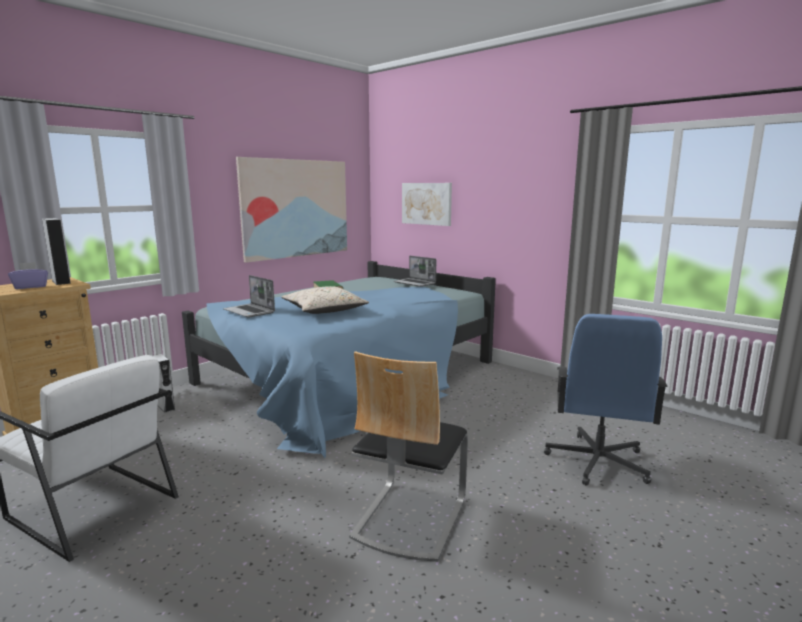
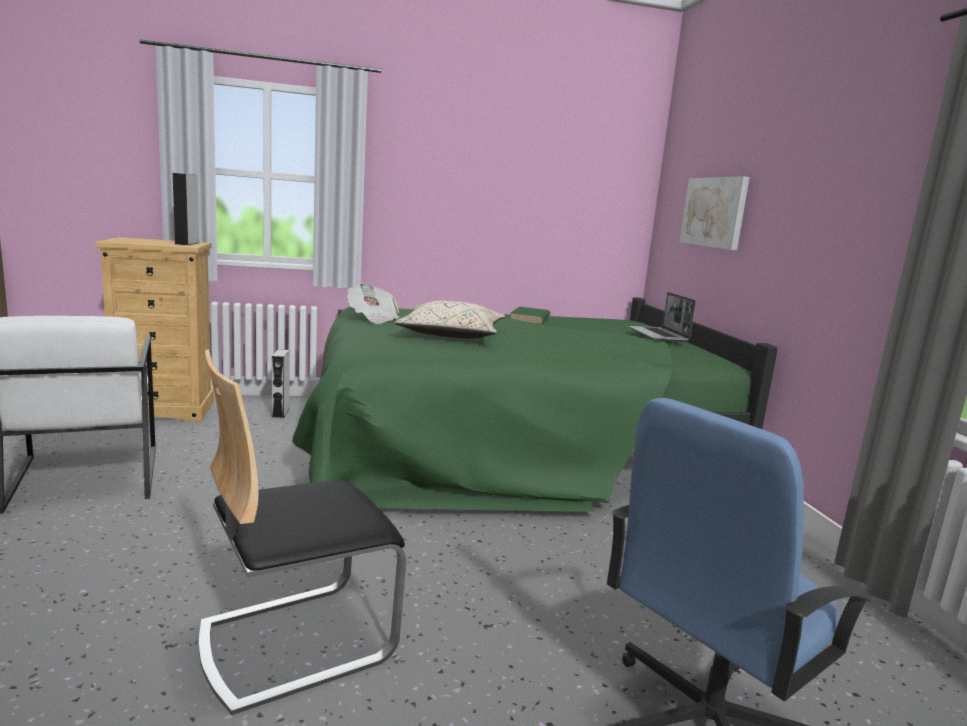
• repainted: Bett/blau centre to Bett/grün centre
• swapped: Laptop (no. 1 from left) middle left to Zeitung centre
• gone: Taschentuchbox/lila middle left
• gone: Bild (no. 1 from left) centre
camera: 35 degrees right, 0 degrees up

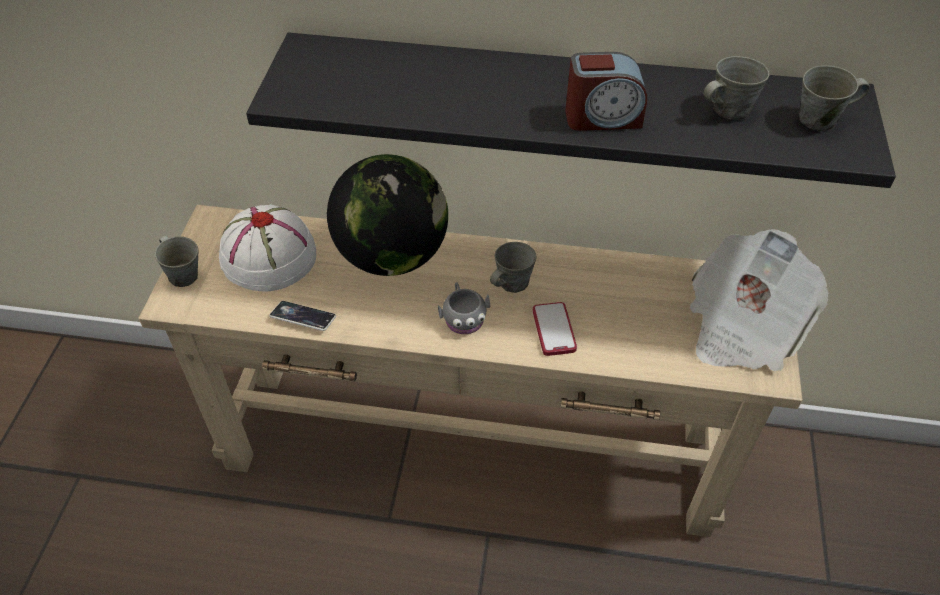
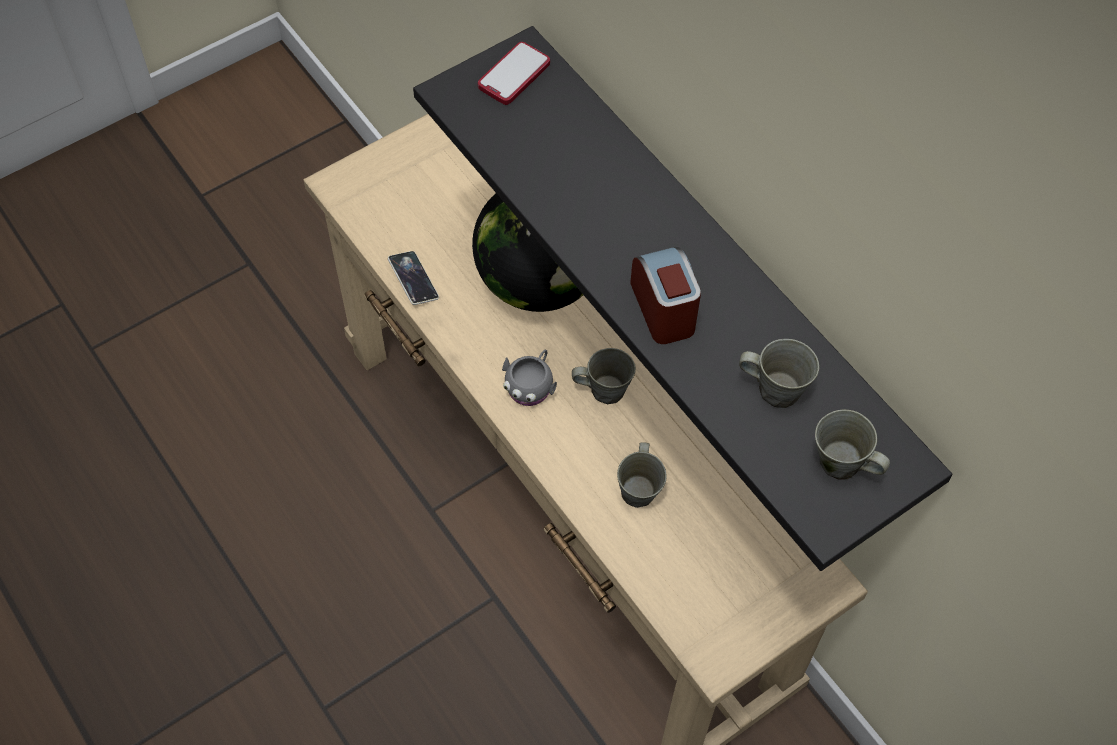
• shifted: Handy (no. 2 from left) centre to top centre
• shifted: Henkelbecher/grau (no. 1 from left in the first image) middle left to Henkelbecher/grau (no. 3 from left) centre
• rotated: Wecker top centre = centre 150 degrees counterclockwise
• gone: Hut/weiß middle left
• gone: Zeitung middle right
camera: 45 degrees right, 10 degrees up

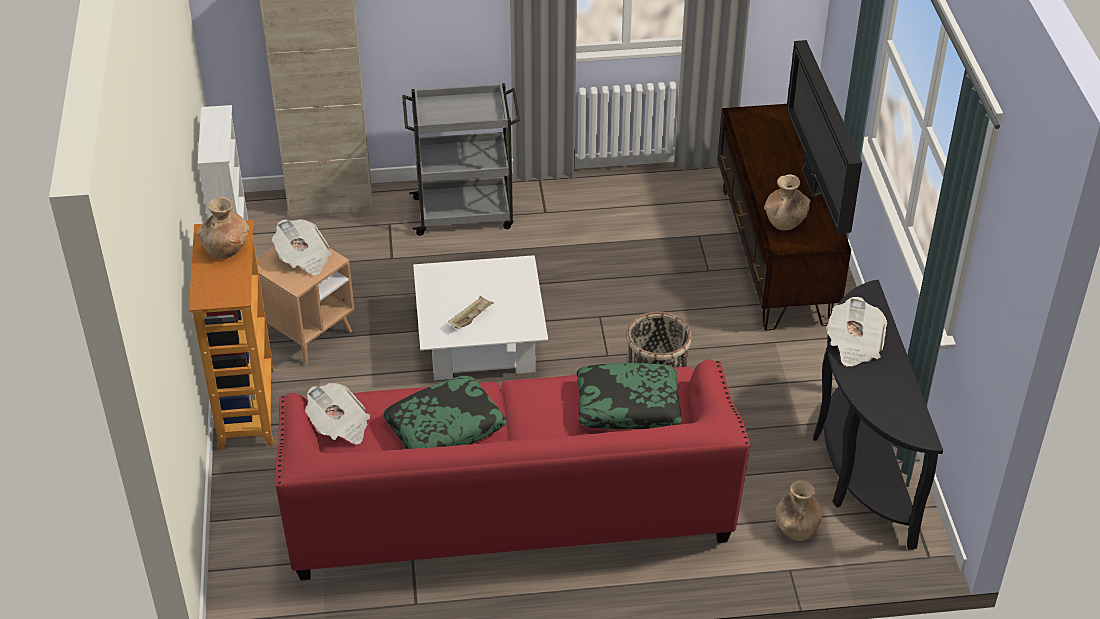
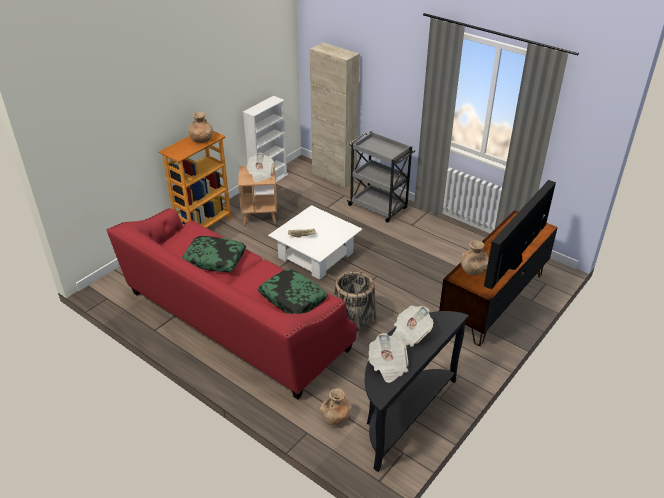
• shifted: Zeitung (no. 2 from left) bottom left to bottom centre
camera: 45 degrees right, 5 degrees down

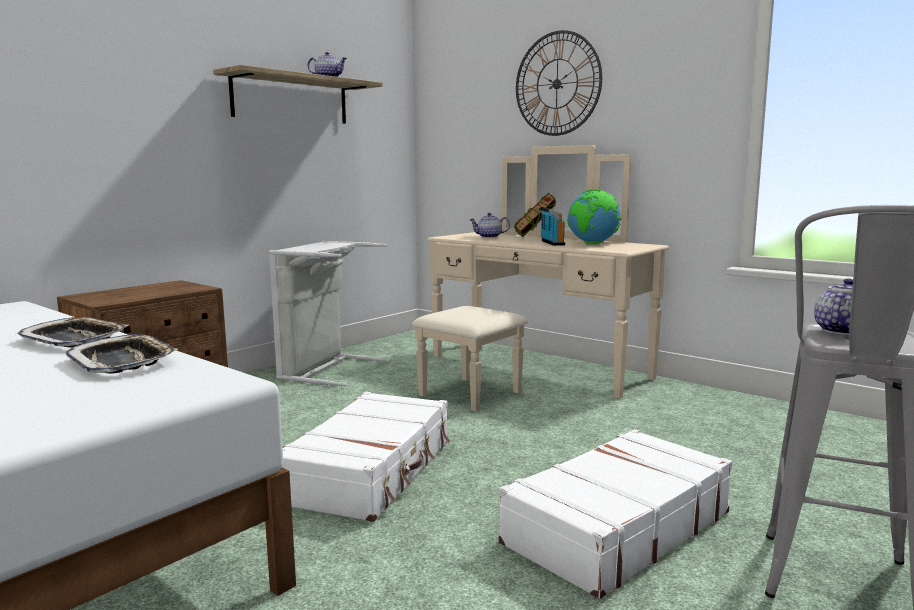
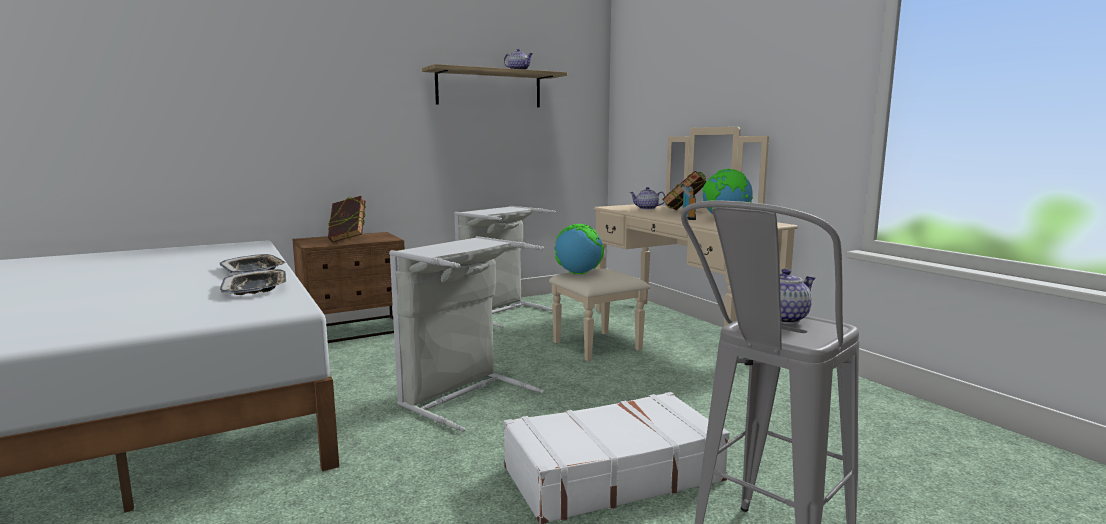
• new: Buch (no. 1 from left) middle left
• swapped: Koffer/weiß (no. 1 from left) bottom centre to Wäschekorb/grau (no. 1 from left) centre
• new: Globus (no. 1 from left) centre
• gone: Wanduhr top centre
camera: 20 degrees right, 0 degrees up

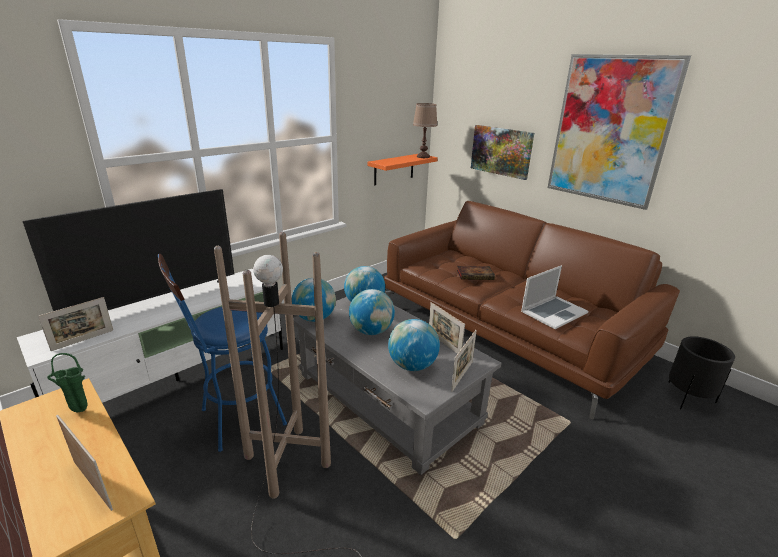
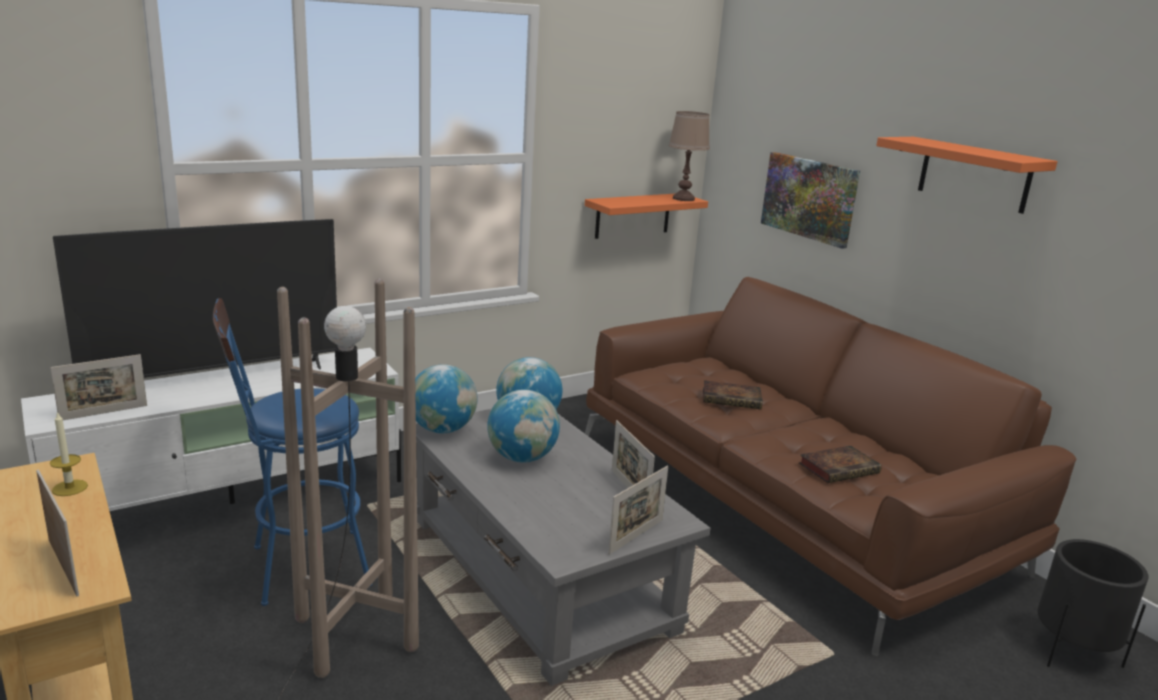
• swapped: Vase/grün bottom left to Kerze middle left
• swapped: Laptop middle right to Buch (no. 2 from left) middle right
• swapped: Bild (no. 2 from left) top right to Wandregal/orange (no. 2 from left) top right
• gone: Globus (no. 4 from left) centre
camera: 10 degrees right, 5 degrees down

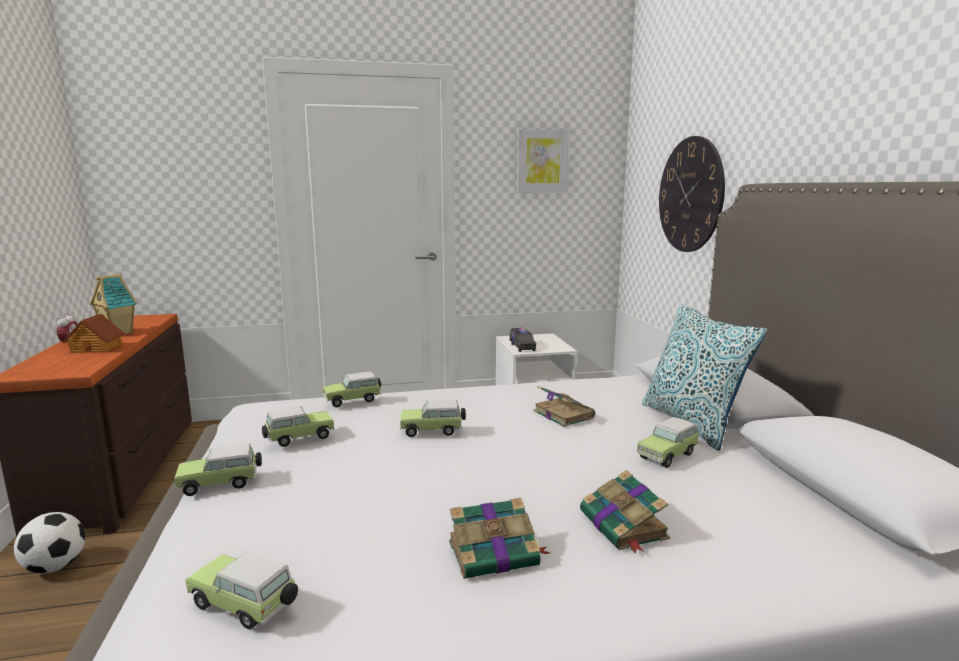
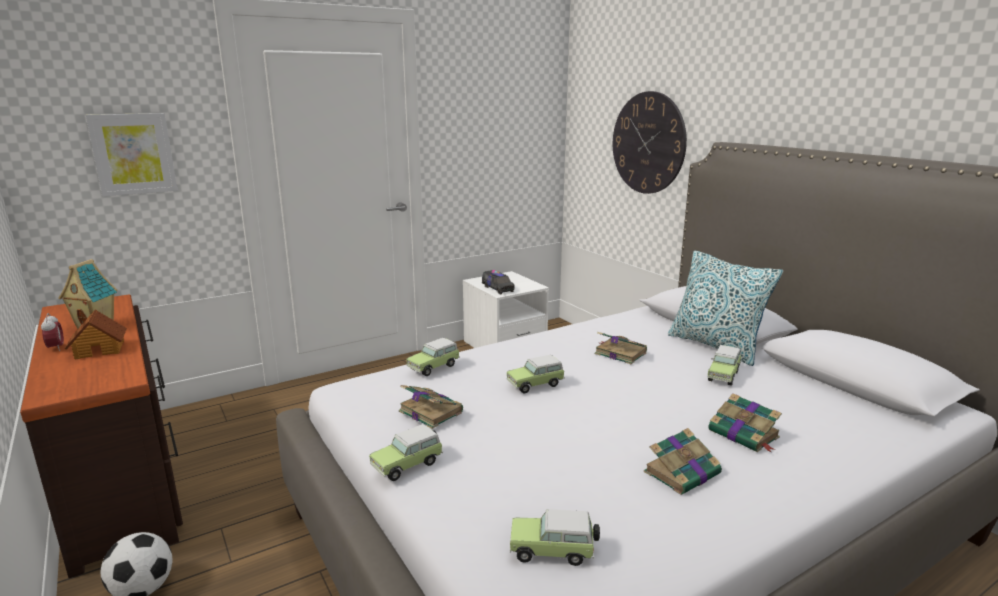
• shifted: Bild top centre to top left
• swapped: Spielzeugauto (no. 3 from left) middle left to Buch (no. 1 from left) bottom centre
camera: 20 degrees left, 5 degrees up

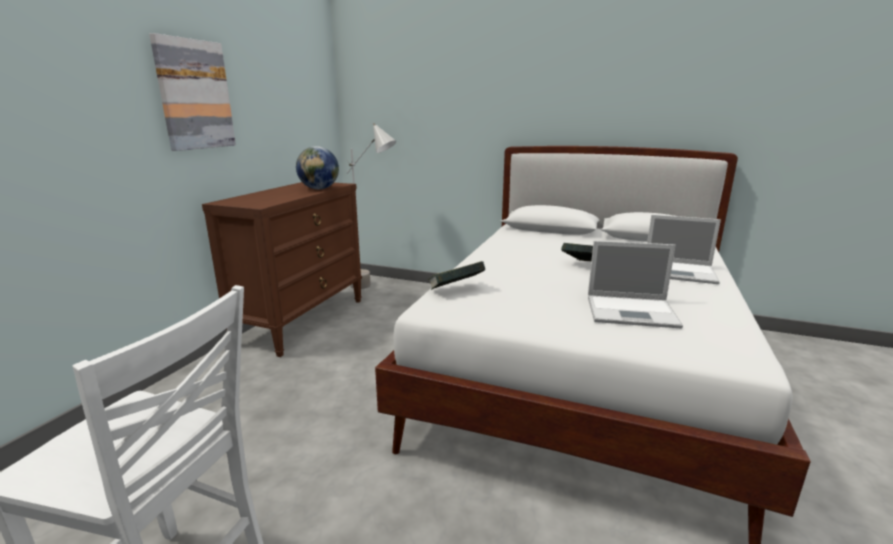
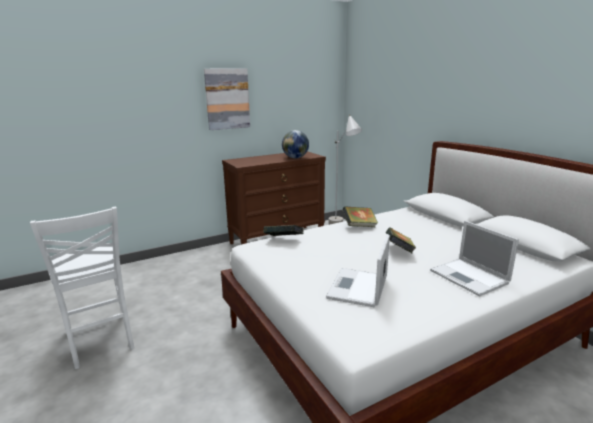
• rotated: Laptop (no. 1 from left) middle right = centre 60 degrees clockwise
• new: Buch (no. 2 from left) centre
camera: 40 degrees right, 0 degrees up

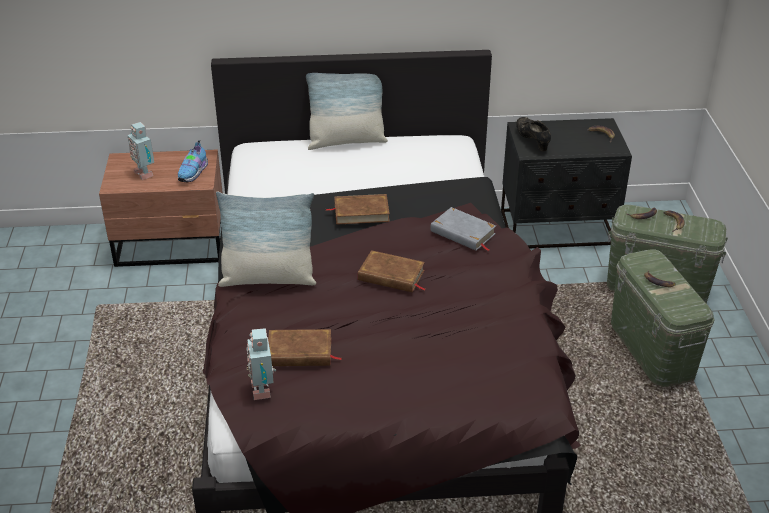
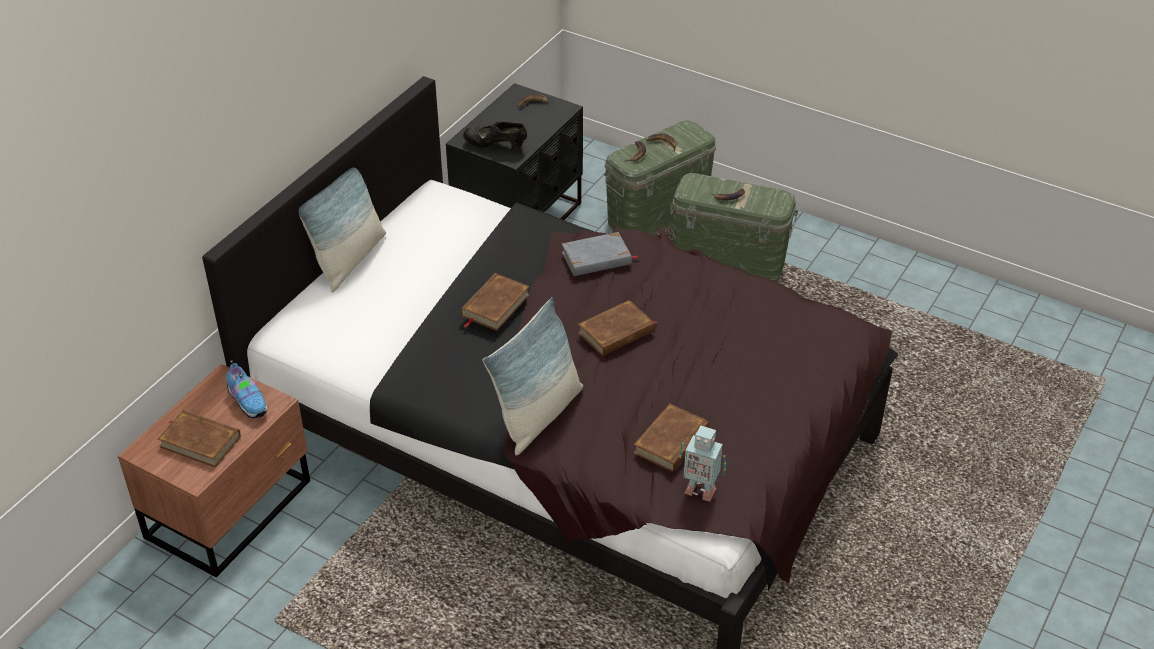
• swapped: Spielzeugroboter (no. 1 from left) top left to Buch/braun (no. 1 from left) bottom left
camera: 55 degrees left, 5 degrees up

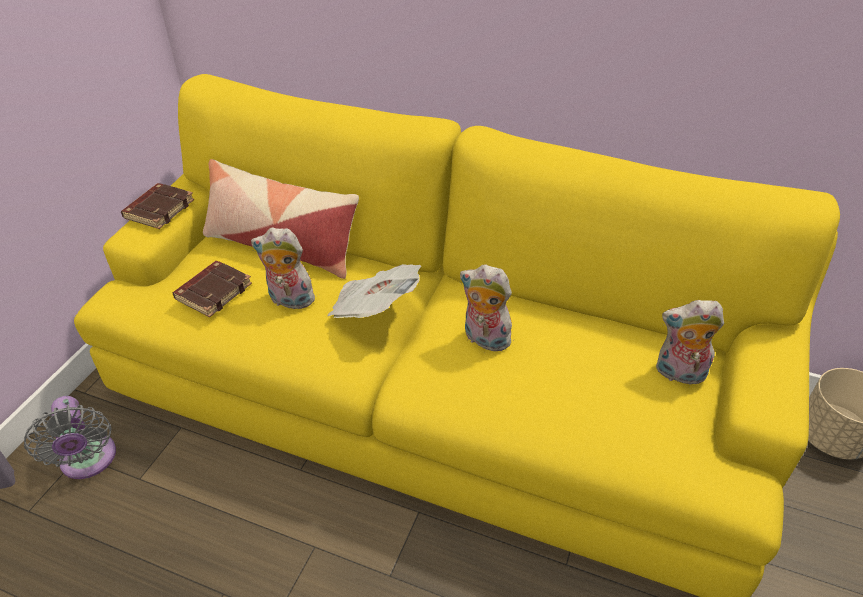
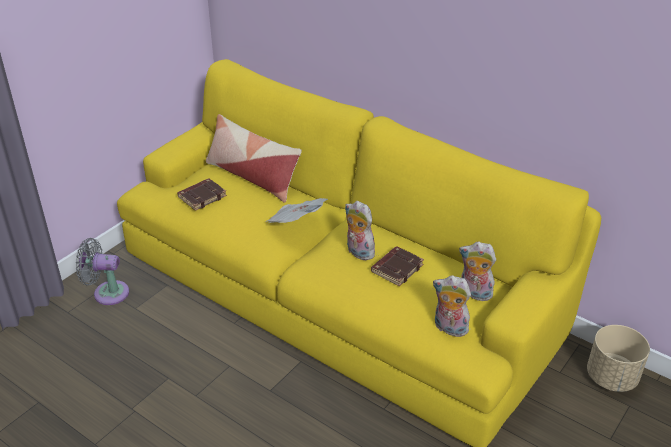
• rotated: Ventilator/grau bottom left = middle left 105 degrees clockwise
• shifted: Buch/braun (no. 1 from left in the first image) middle left to Buch/braun (no. 2 from left) centre
• shifted: Plüschtier (no. 1 from left in the first image) middle left to Plüschtier (no. 2 from left) bottom right
camera: 15 degrees right, 5 degrees down

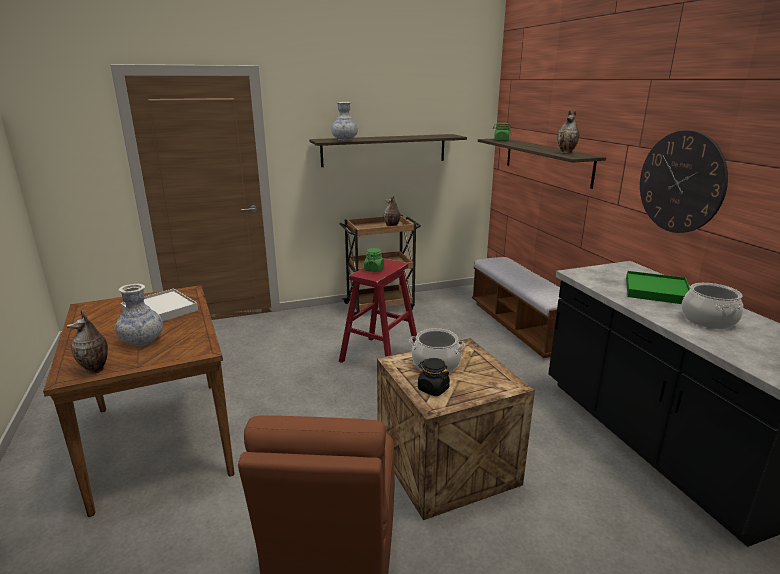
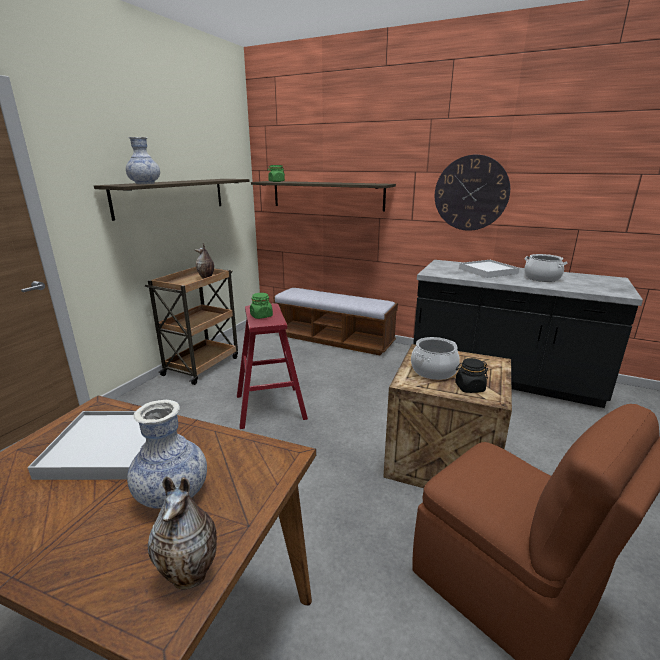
• repainted: Tablett/grün middle right to Tablett/weiß (no. 2 from left) middle right
• gone: Vase (no. 5 from left) top right
camera: 45 degrees left, 0 degrees up

